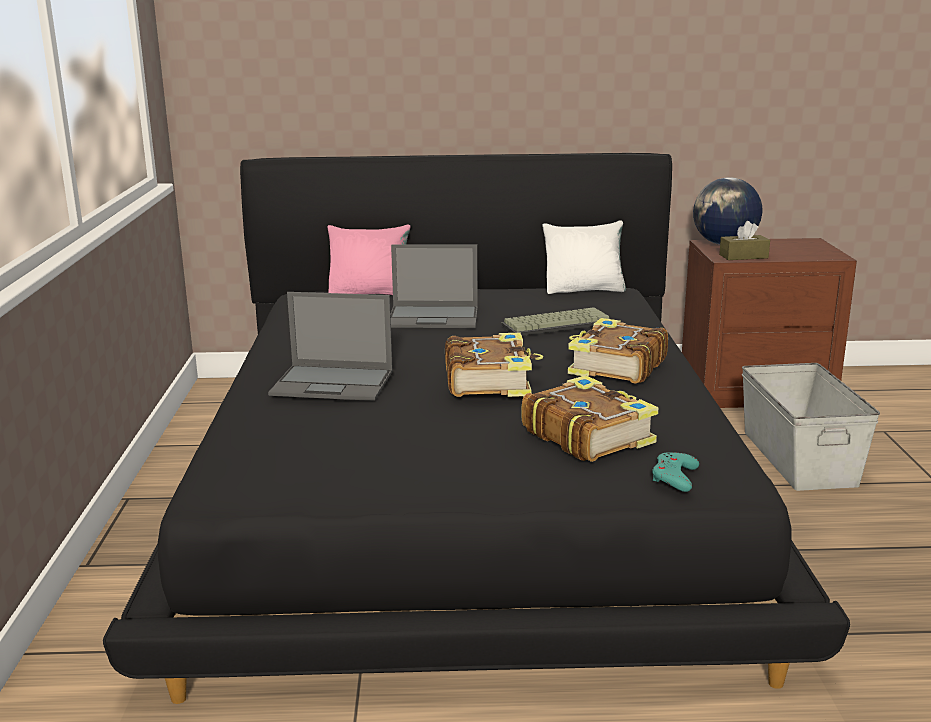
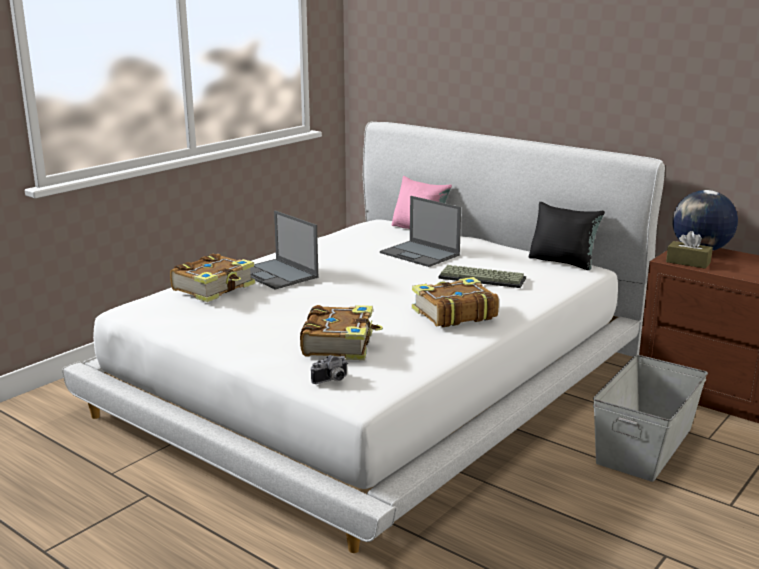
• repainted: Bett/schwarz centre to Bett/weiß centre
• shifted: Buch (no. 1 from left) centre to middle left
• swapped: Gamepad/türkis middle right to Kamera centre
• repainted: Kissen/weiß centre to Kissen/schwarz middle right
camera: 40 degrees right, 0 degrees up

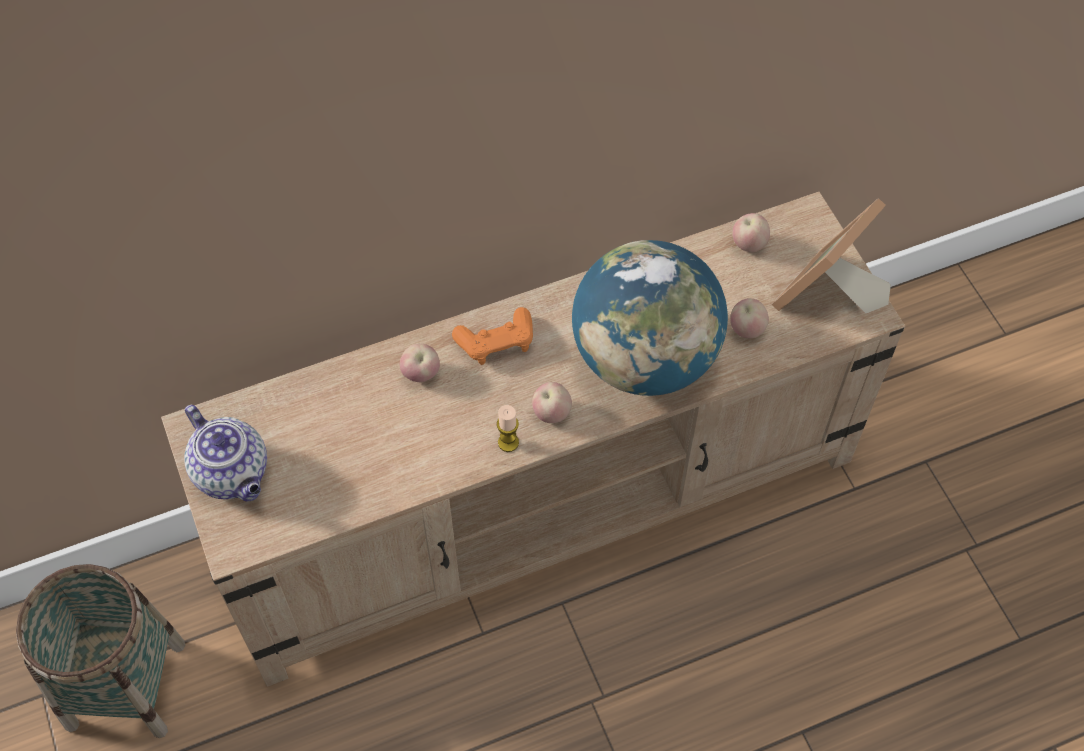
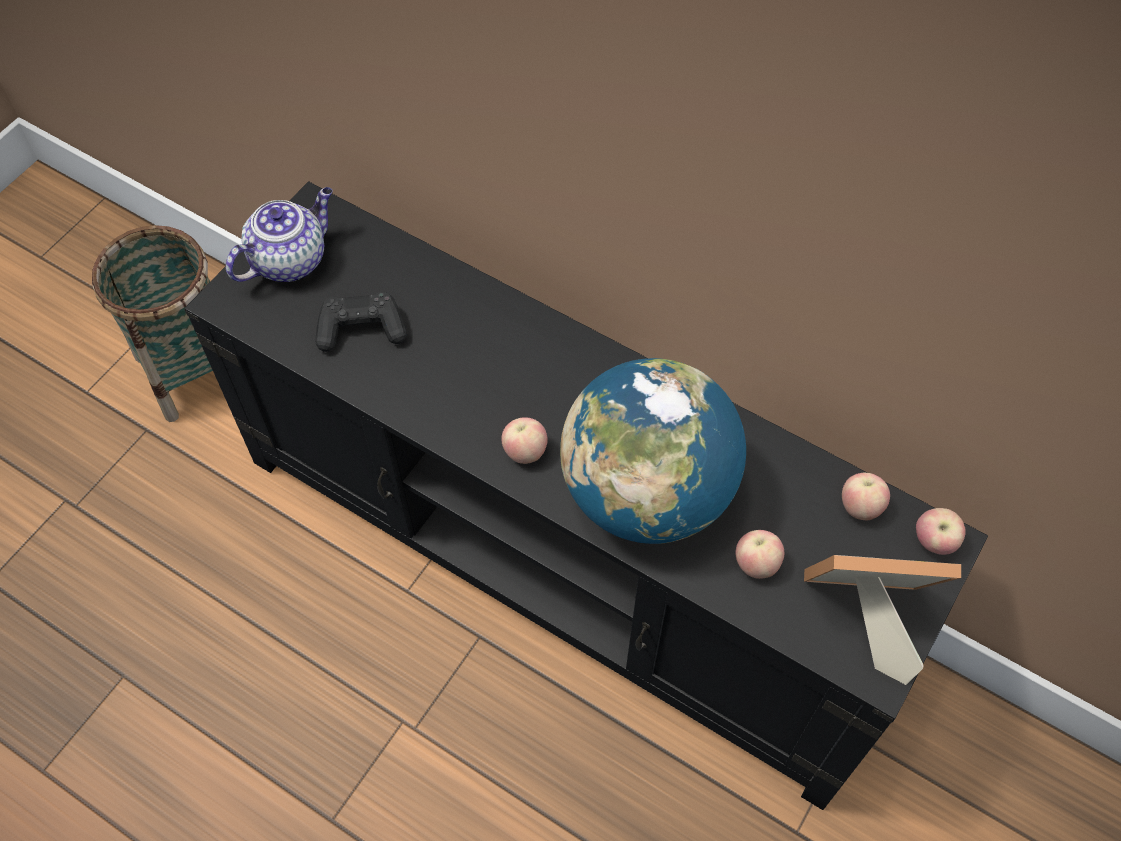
• repainted: Fernsehschrank/beige centre to Fernsehschrank/schwarz centre
• rotated: Teekanne middle left = top left 150 degrees counterclockwise
• new: Gamepad/schwarz middle left
• shifted: Apfel (no. 1 from left in the first image) centre to Apfel (no. 4 from left) middle right
• gone: Gamepad/orange centre
• gone: Kerze centre
camera: 55 degrees right, 0 degrees up

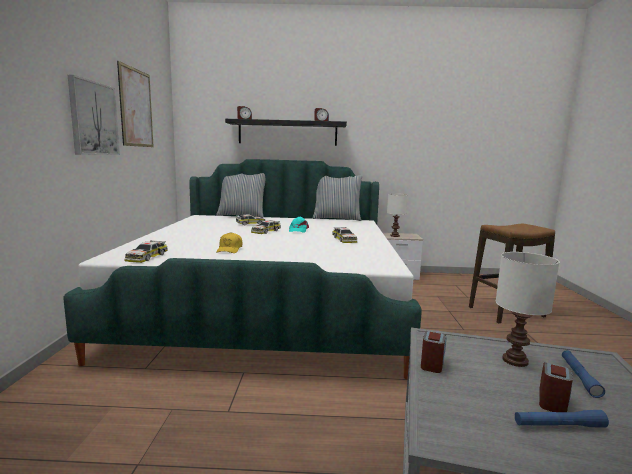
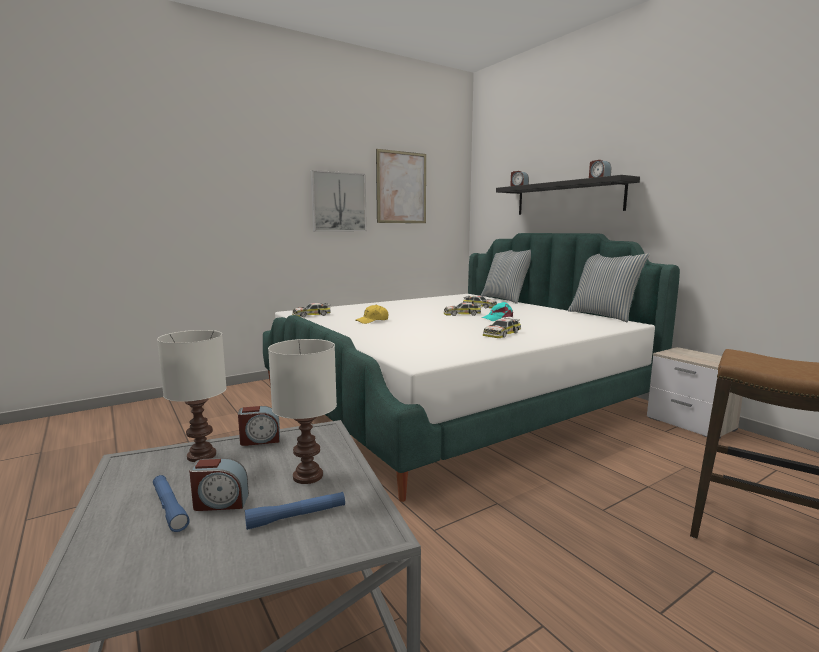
• shifted: Tischlampe/weiß (no. 1 from left) centre to middle left
camera: 55 degrees right, 0 degrees up

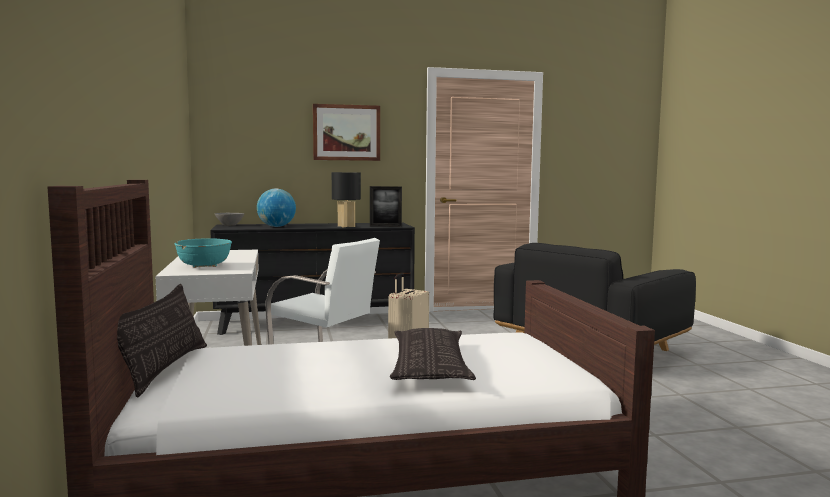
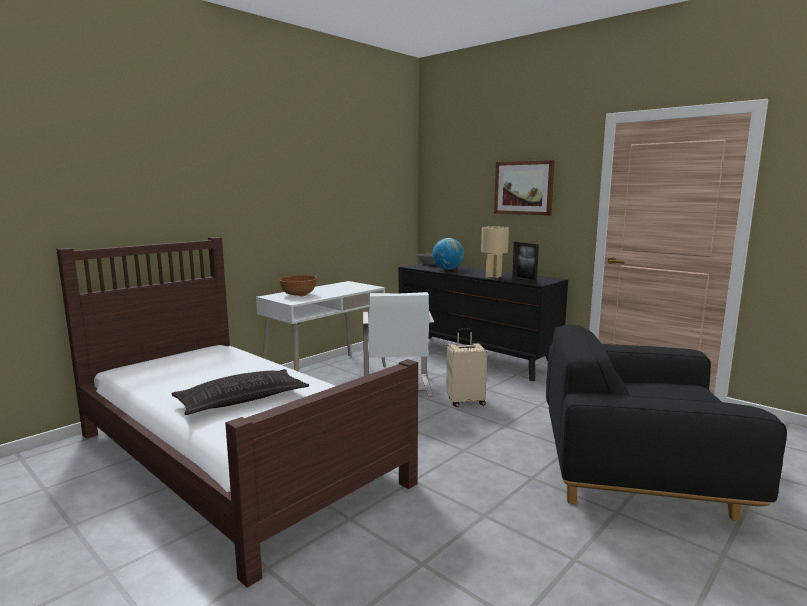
• repainted: Schüssel/türkis middle left to Schüssel/braun centre
• repainted: Tischlampe/schwarz centre to Tischlampe/beige centre
• gone: Kissen (no. 1 from left) bottom left
camera: 55 degrees right, 5 degrees up

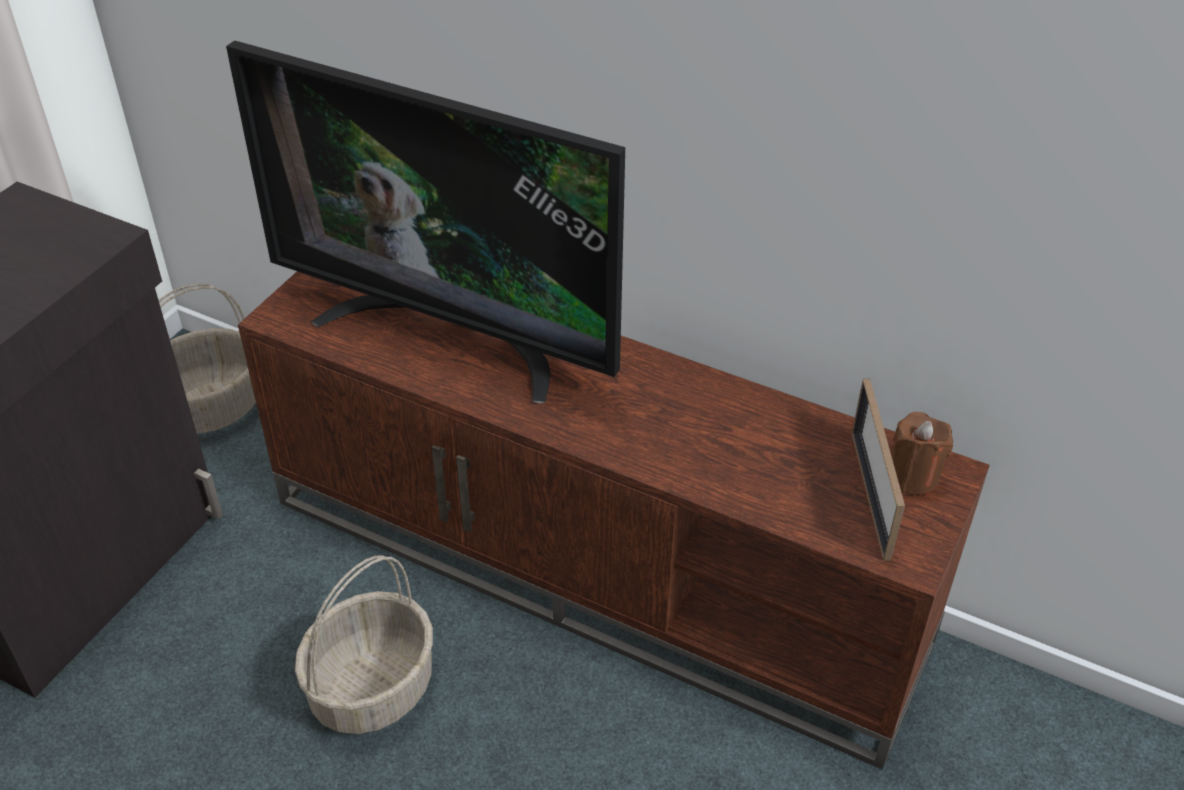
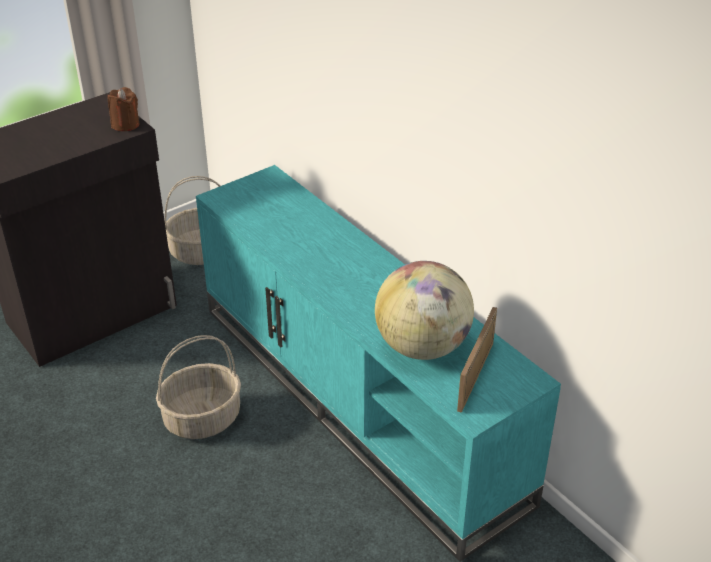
• shifted: Kerze/braun middle right to top left
• repainted: Fernsehschrank/braun centre to Fernsehschrank/türkis centre
• new: Globus centre
• gone: Fernseher top centre
camera: 25 degrees right, 5 degrees down

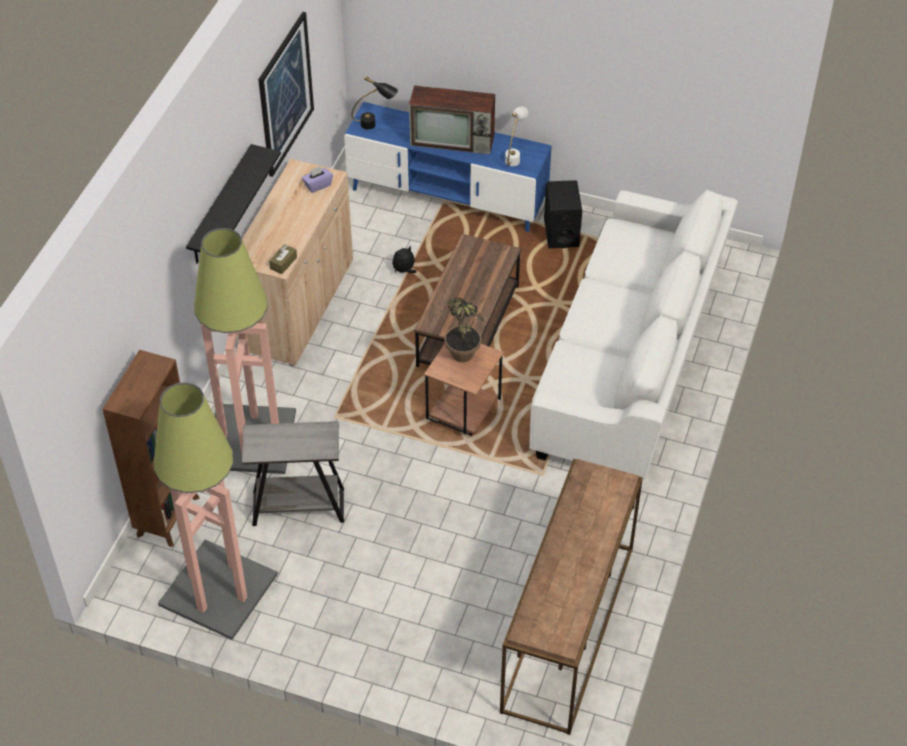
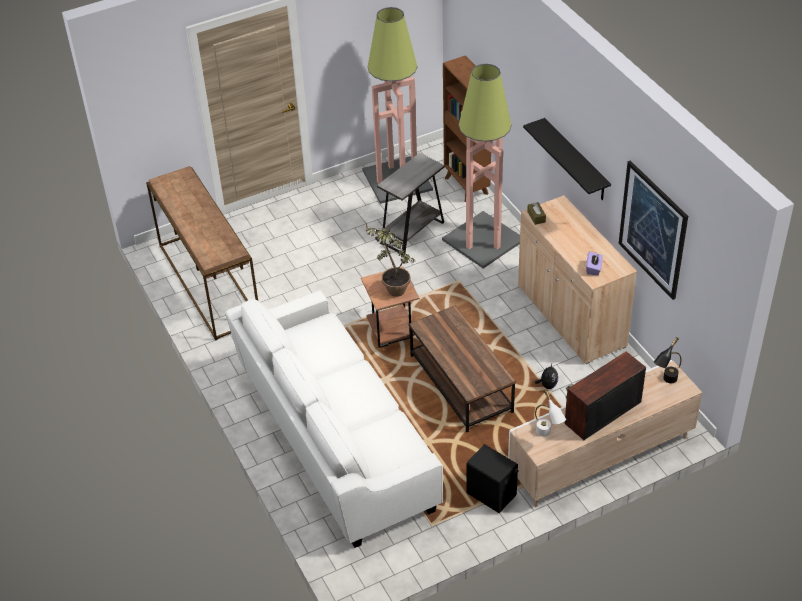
• repainted: Fernsehschrank/blau top centre to Fernsehschrank/beige bottom right
camera: 135 degrees right, 5 degrees down

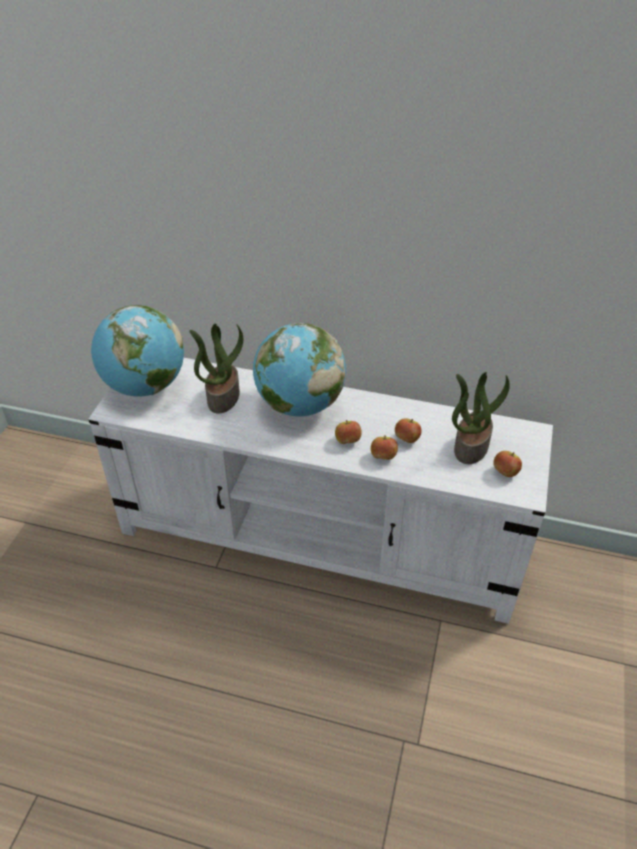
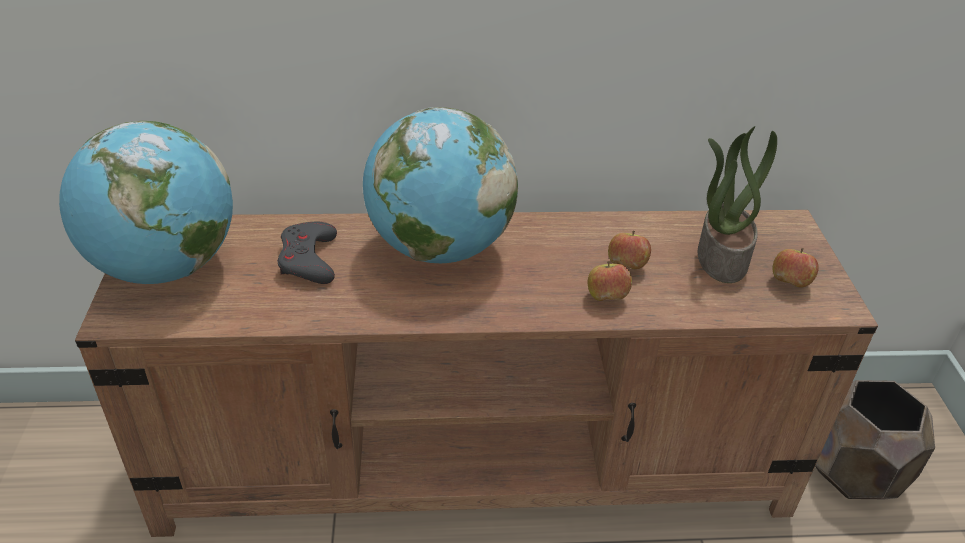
• repainted: Fernsehschrank/weiß centre to Fernsehschrank/braun bottom centre
• swapped: Topfpflanze (no. 1 from left) centre to Gamepad/grau middle left
• new: Pflanzkübel/braun bottom right
• gone: Apfel (no. 1 from left) centre
camera: 20 degrees left, 5 degrees down

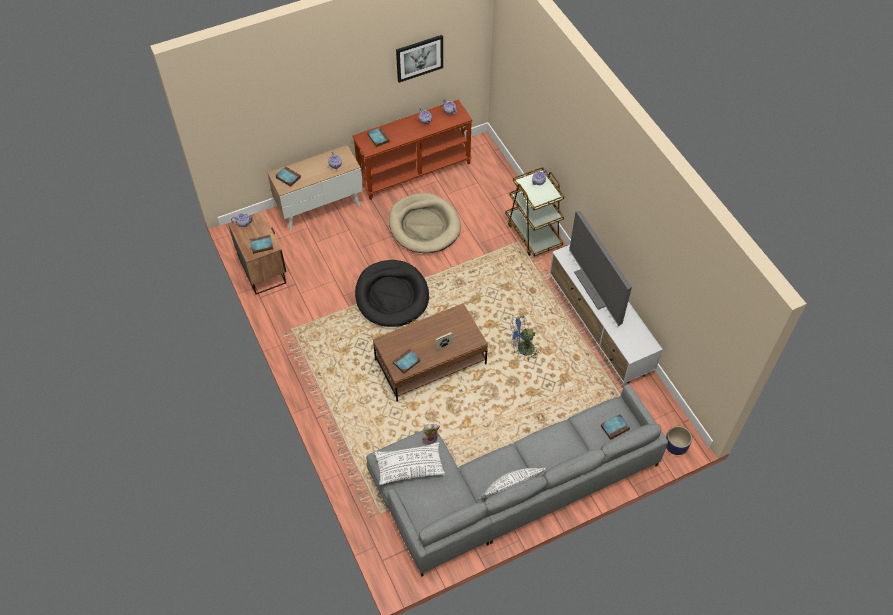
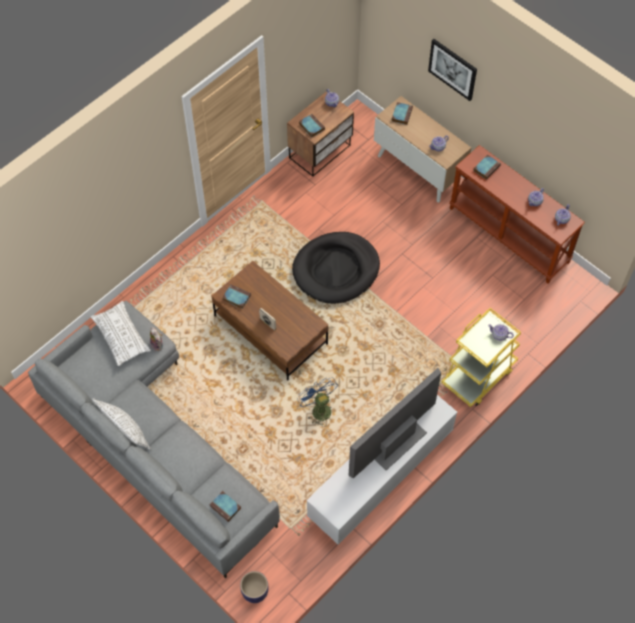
• shifted: Bild top centre to top right
• repainted: Rollwagen/braun centre to Rollwagen/gelb middle right
• gone: Hundebett/beige centre
camera: 70 degrees right, 5 degrees up

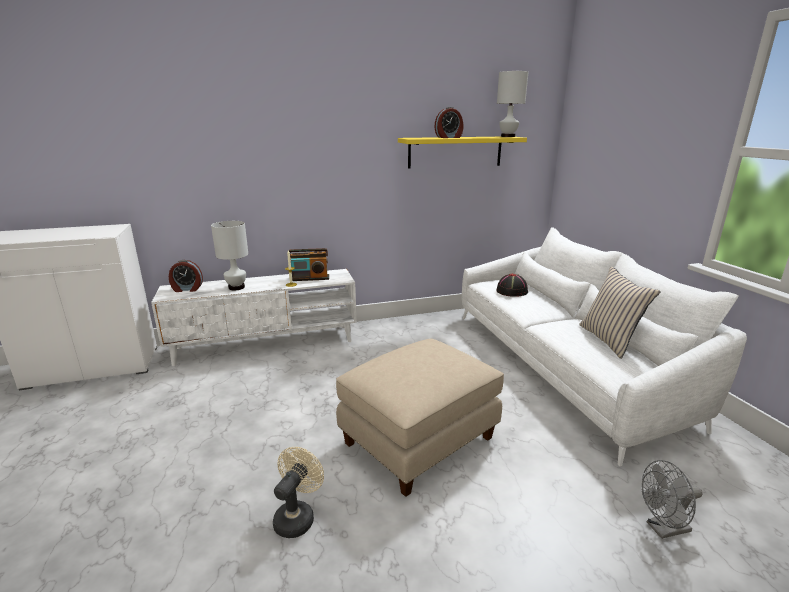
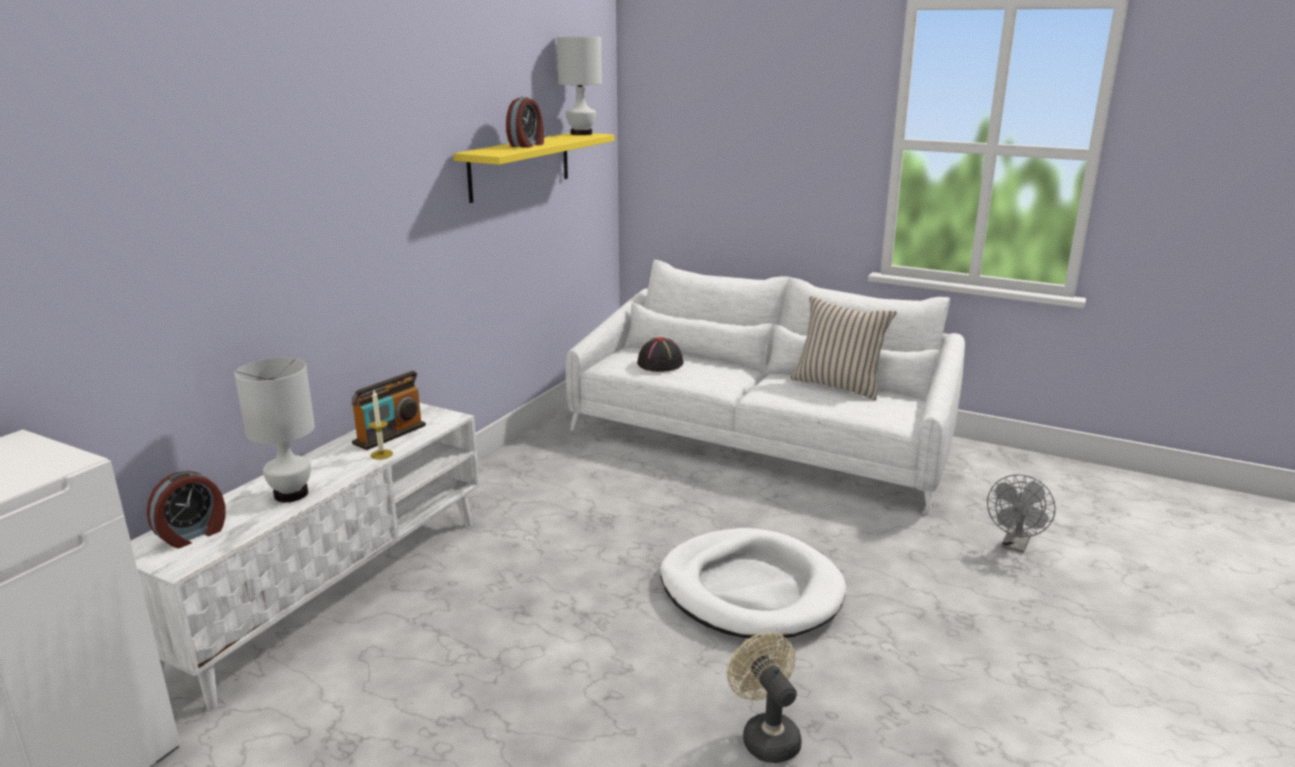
• swapped: Polsterhocker/beige bottom centre to Hundebett/weiß bottom centre
camera: 45 degrees left, 0 degrees up

